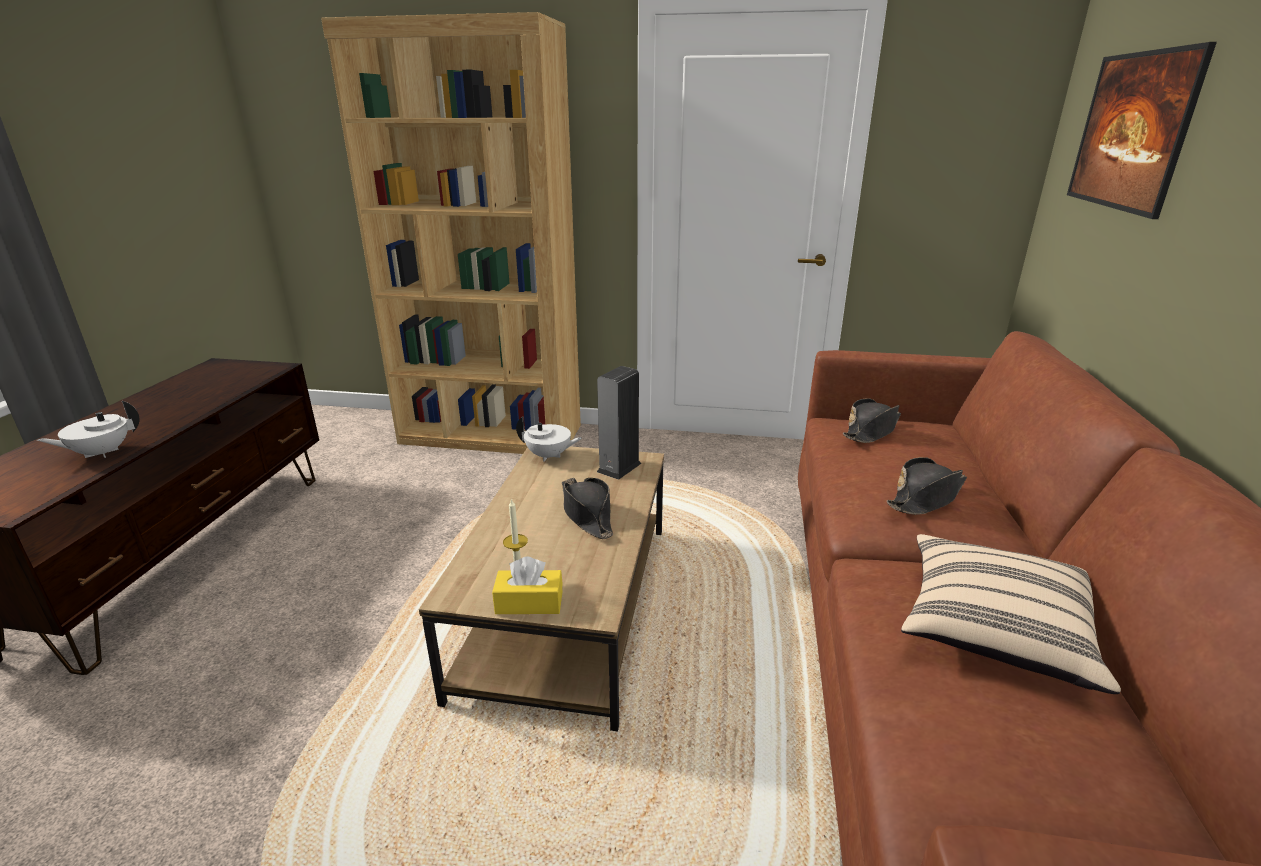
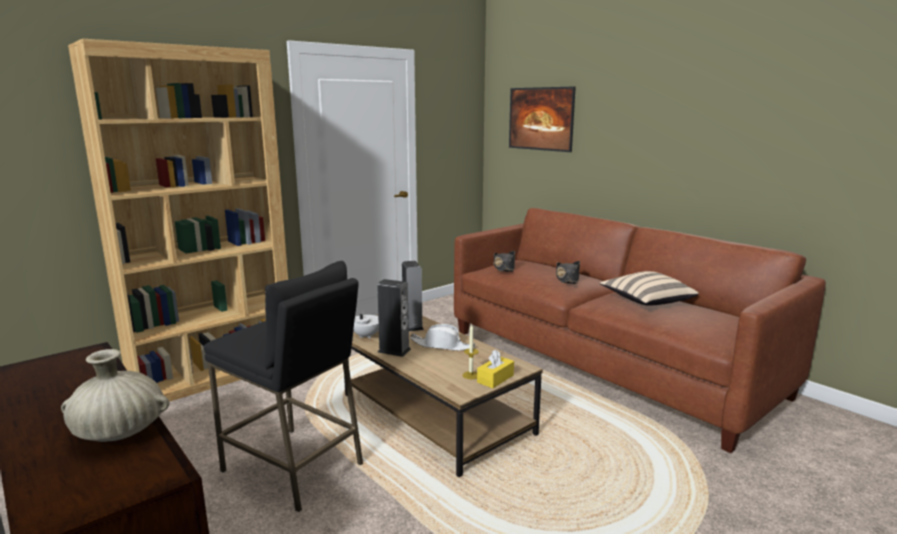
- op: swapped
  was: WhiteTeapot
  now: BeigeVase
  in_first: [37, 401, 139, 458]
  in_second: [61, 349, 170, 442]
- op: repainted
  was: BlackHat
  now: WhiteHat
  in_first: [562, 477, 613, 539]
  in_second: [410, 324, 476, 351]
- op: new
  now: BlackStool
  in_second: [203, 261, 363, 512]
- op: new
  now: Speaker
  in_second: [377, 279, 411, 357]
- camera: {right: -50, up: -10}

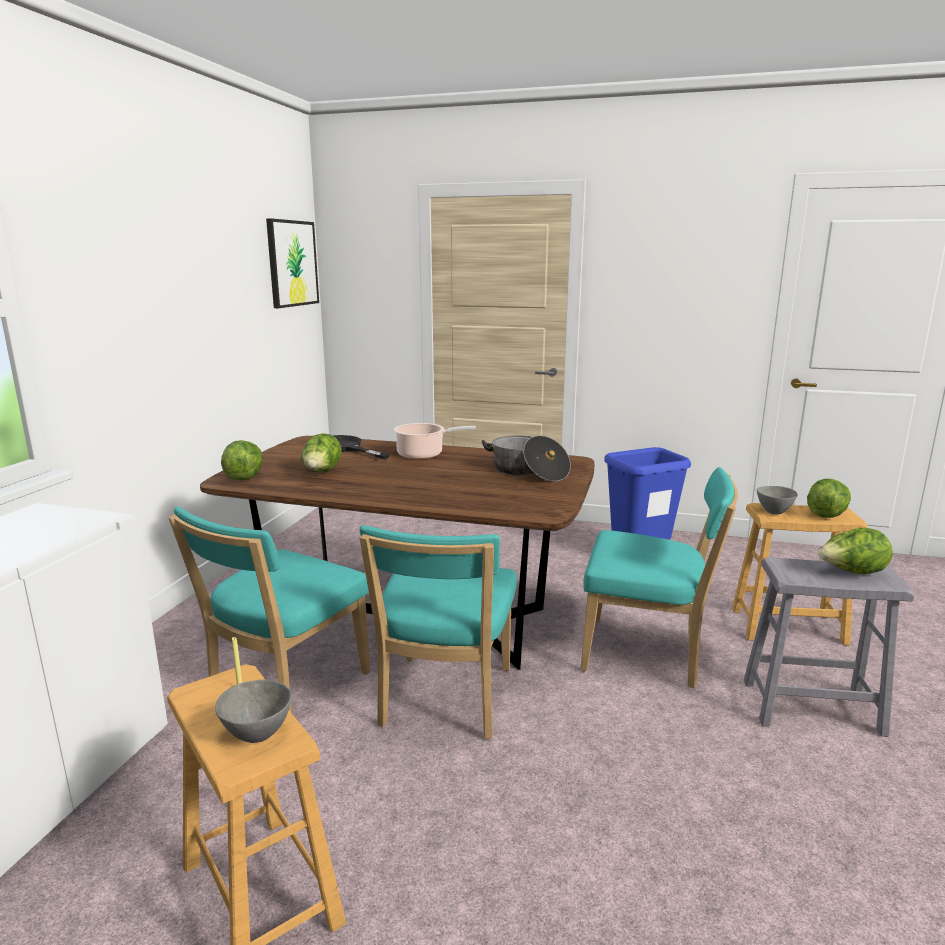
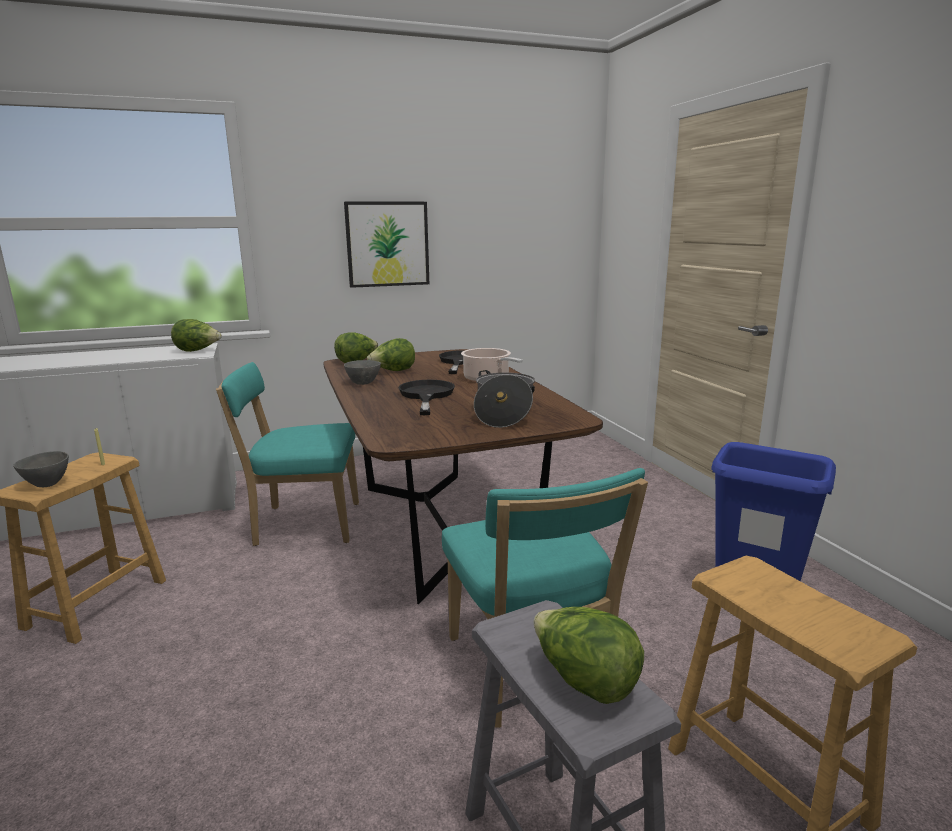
- op: shifted
  was: Picture
  in_first: [266, 218, 319, 308]
  in_second: [344, 202, 429, 288]
- op: shifted
  was: Lettuce
  in_first: [807, 479, 851, 518]
  in_second: [171, 319, 222, 352]
- op: shifted
  was: GreyBowl
  in_first: [757, 486, 798, 515]
  in_second: [344, 360, 381, 385]
- op: gone
  was: TurquoiseChair
  in_first: [359, 525, 517, 739]
- op: new
  now: BlackFryingPan
  in_second: [398, 380, 455, 415]
- camera: {right: 55, up: 0}

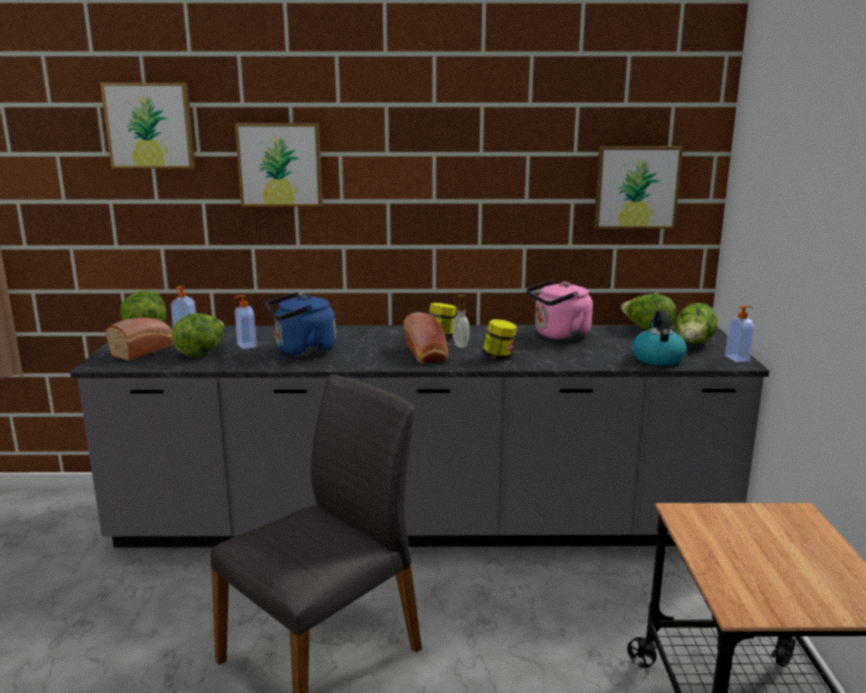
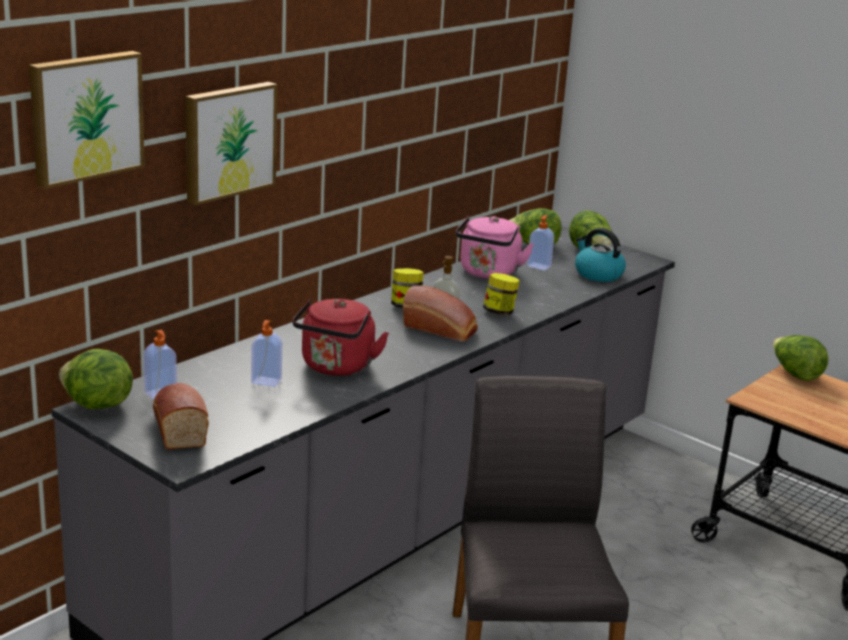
- op: gone
  was: Picture
  in_first: [594, 146, 683, 229]
- op: repainted
  was: BlueKettle
  now: RedKettle
  in_first: [266, 292, 336, 357]
  in_second: [292, 299, 389, 376]
- op: shifted
  was: SoapDispenser
  in_first: [725, 305, 754, 362]
  in_second: [527, 215, 554, 270]
- op: shifted
  was: Lettuce
  in_first: [172, 313, 224, 357]
  in_second: [773, 335, 829, 381]
- camera: {right: -50, up: 5}

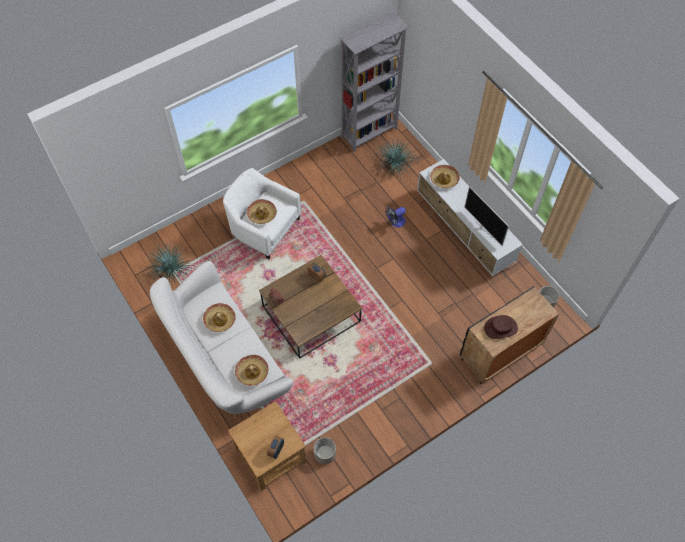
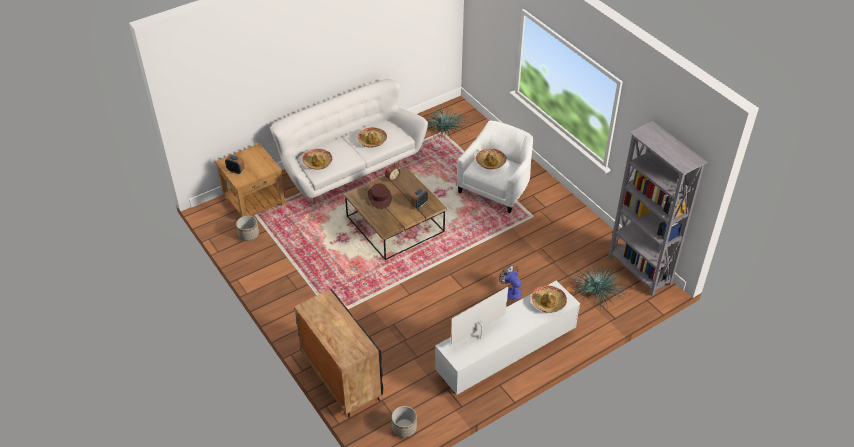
- op: shifted
  was: BrownHat
  in_first: [484, 315, 518, 339]
  in_second: [368, 183, 392, 209]
- camera: {right: 90, up: -15}

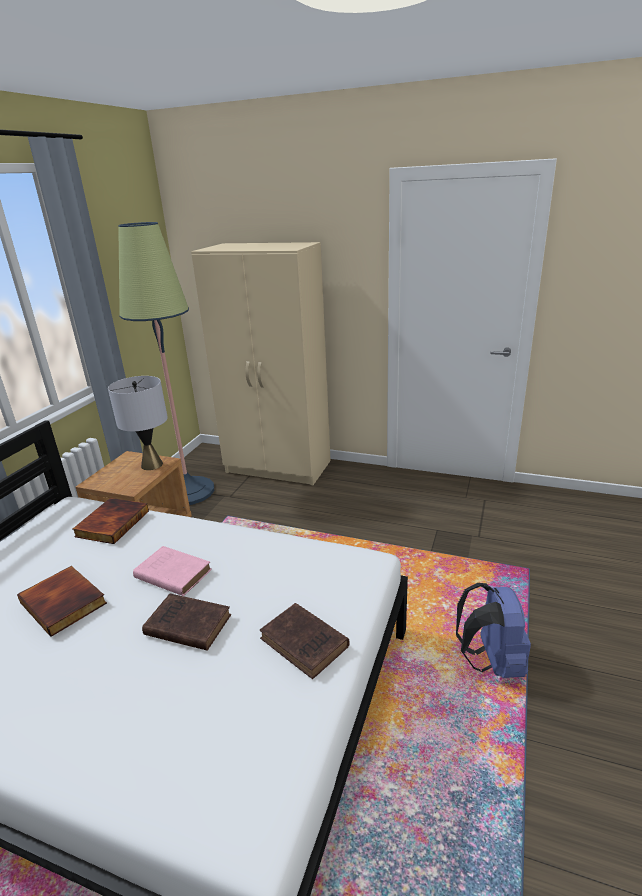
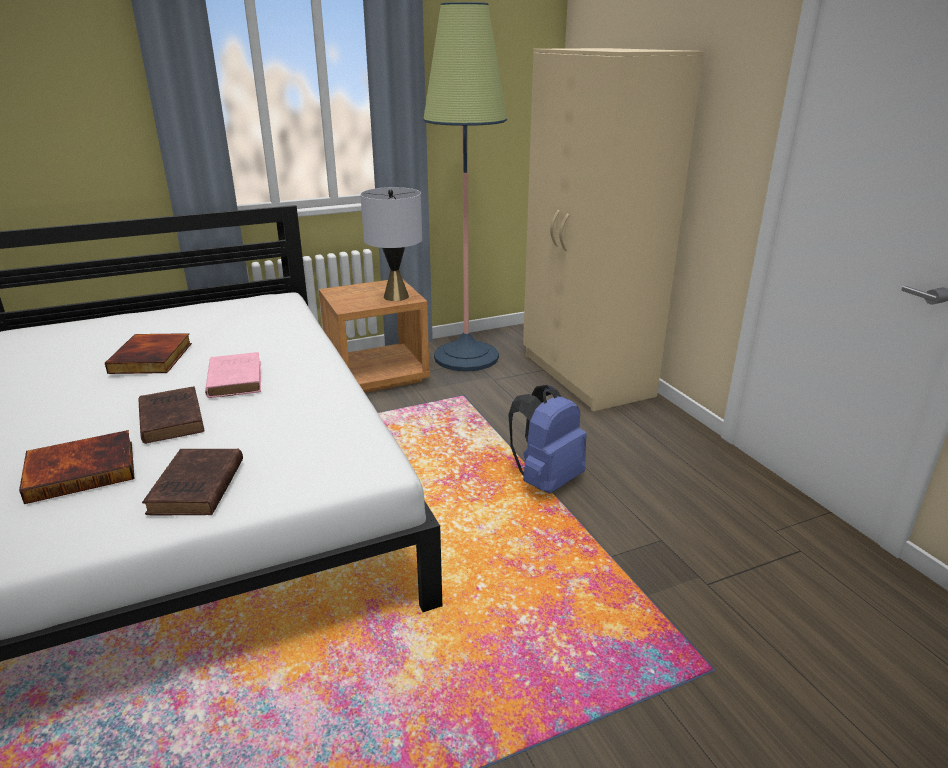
- op: shifted
  was: Book
  in_first: [72, 498, 149, 544]
  in_second: [19, 430, 134, 504]
- op: shifted
  was: BlueBackpack
  in_first: [456, 583, 531, 678]
  in_second: [508, 385, 587, 494]
- camera: {right: 45, up: 0}

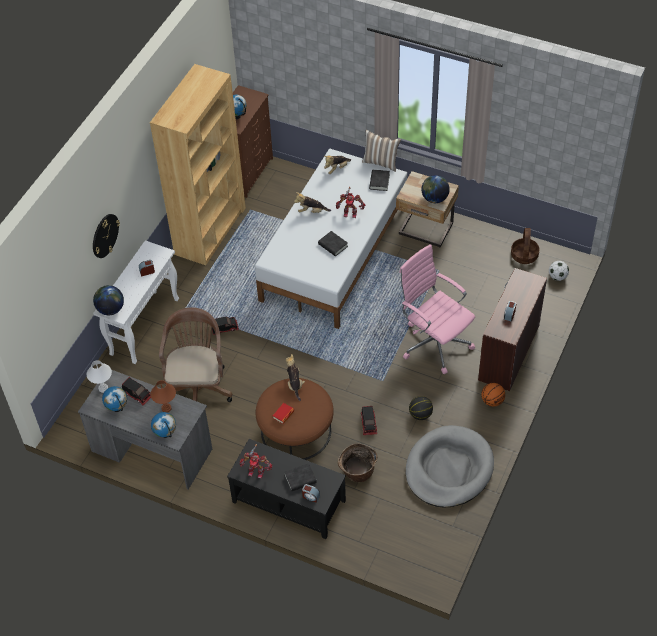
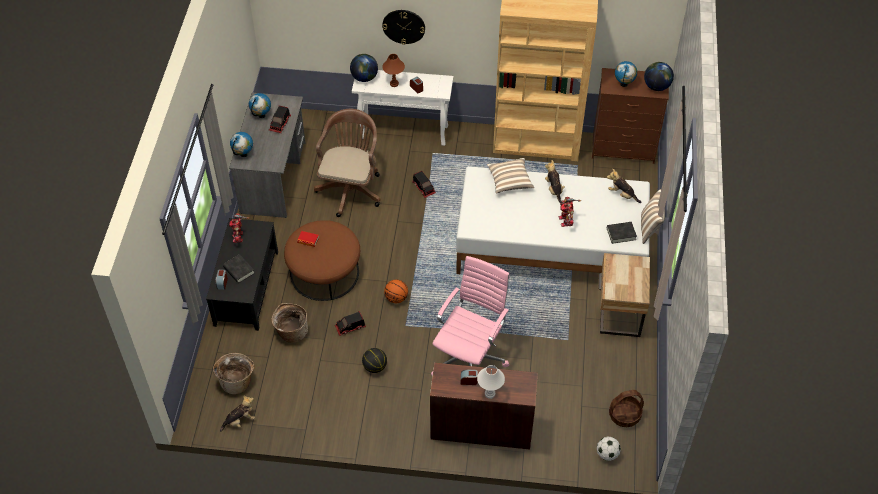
- op: shifted
  was: Globe
  in_first: [421, 175, 450, 203]
  in_second: [644, 62, 674, 91]
- op: gone
  was: BlackBook
  in_first: [318, 231, 348, 256]
- op: rotated
  was: BrownOfficeChair
  in_first: [159, 307, 233, 402]
  in_second: [314, 109, 381, 217]
  clockwise: -60
- op: shifted
  was: PlushToy
  in_first: [286, 354, 305, 401]
  in_second: [220, 395, 255, 432]
- op: shifted
  was: WhiteTableLamp
  in_first: [87, 360, 112, 393]
  in_second: [477, 365, 505, 399]
- op: shifted
  was: BrownTableLamp
  in_first: [150, 380, 176, 412]
  in_second: [382, 54, 405, 87]
- op: shifted
  was: Basketball
  in_first: [481, 383, 505, 407]
  in_second: [384, 279, 408, 303]
- op: gone
  was: GreyDogBed
  in_first: [405, 425, 494, 507]
- op: new
  now: Pillow
  in_second: [487, 158, 534, 194]
- op: new
  now: Basket
  in_second: [213, 353, 255, 394]
- camera: {right: 70, up: 0}

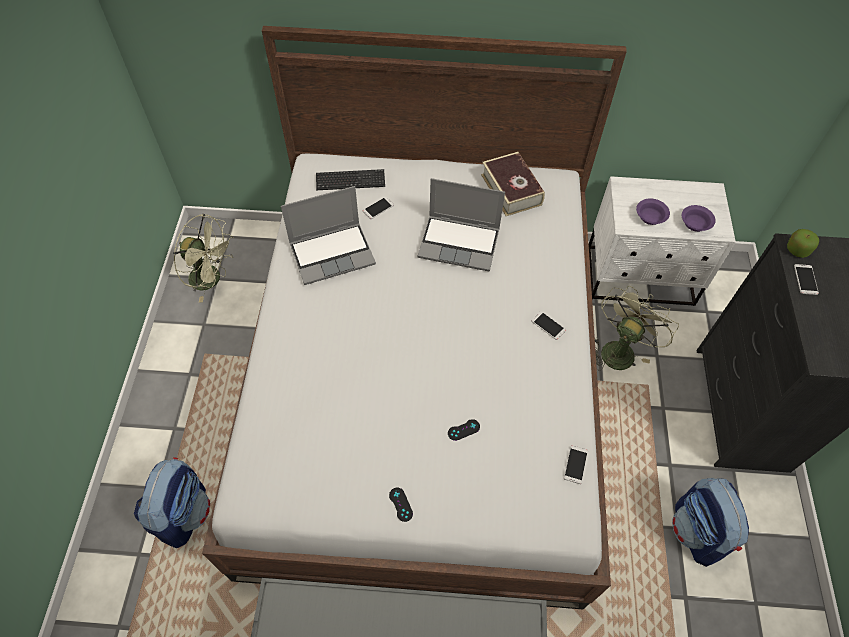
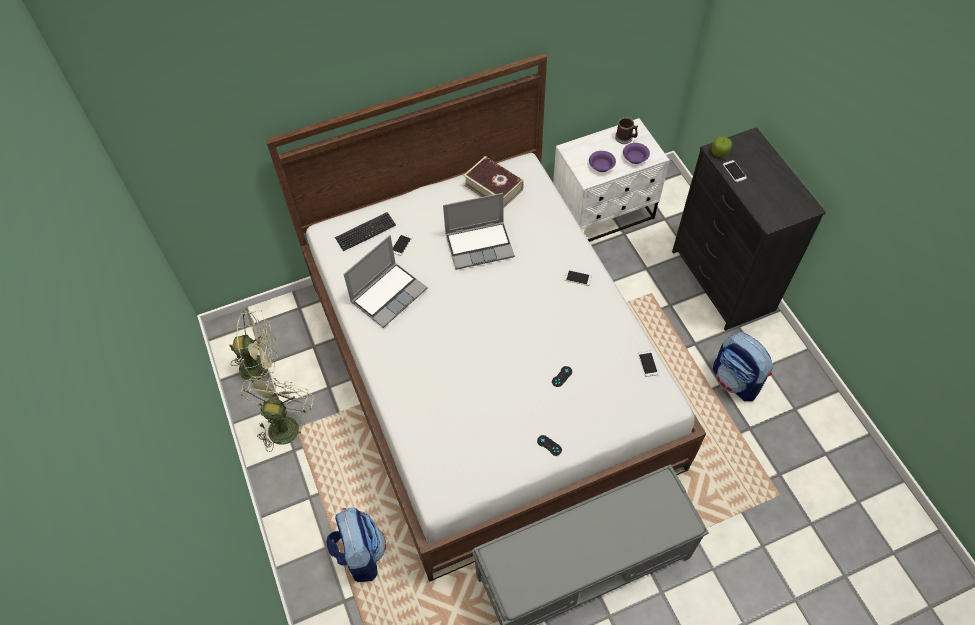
- op: shifted
  was: GreenFan
  in_first: [595, 286, 679, 370]
  in_second: [240, 376, 314, 452]
- op: new
  now: Mug
  in_second: [615, 117, 638, 144]
- camera: {right: -25, up: 0}

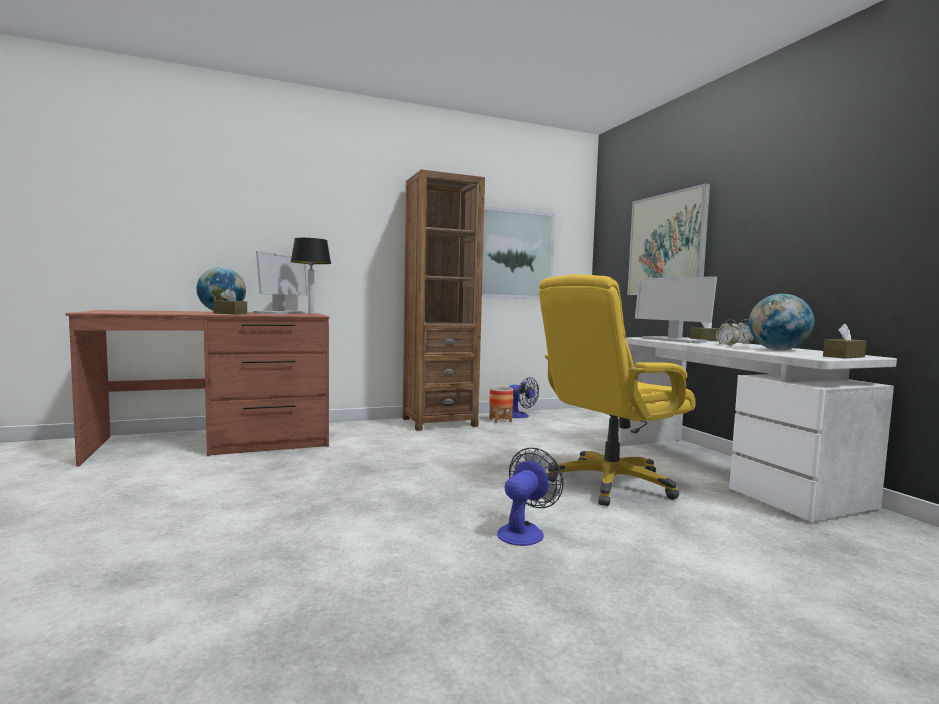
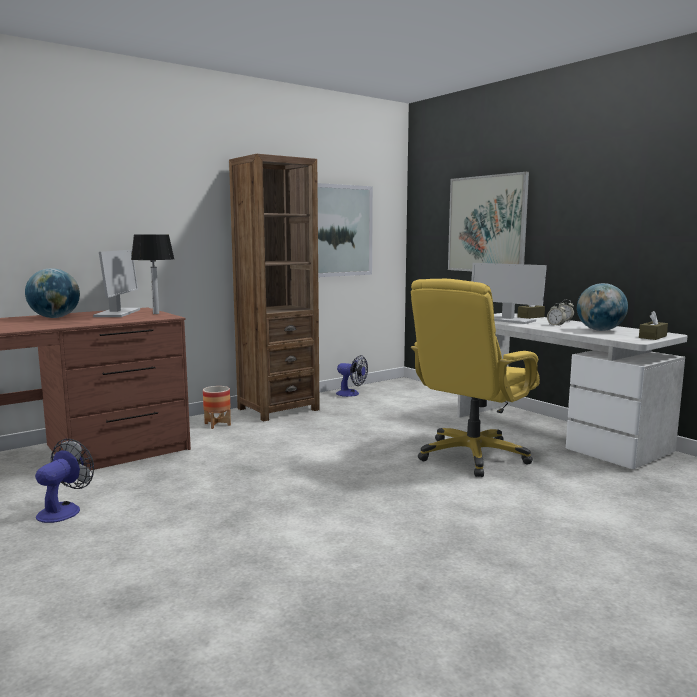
- op: gone
  was: BrownTissueBox
  in_first: [213, 288, 247, 314]
- op: shifted
  was: Planter
  in_first: [489, 387, 513, 423]
  in_second: [203, 386, 231, 429]
- op: shifted
  was: Fan
  in_first: [497, 448, 563, 546]
  in_second: [35, 439, 94, 523]
- camera: {right: -15, up: 5}

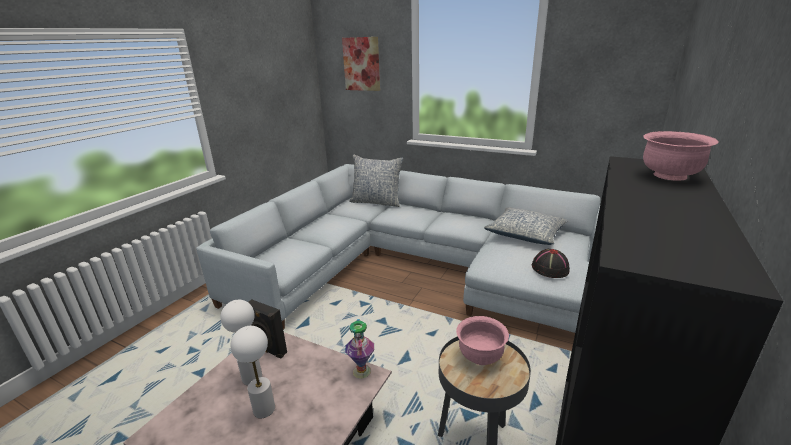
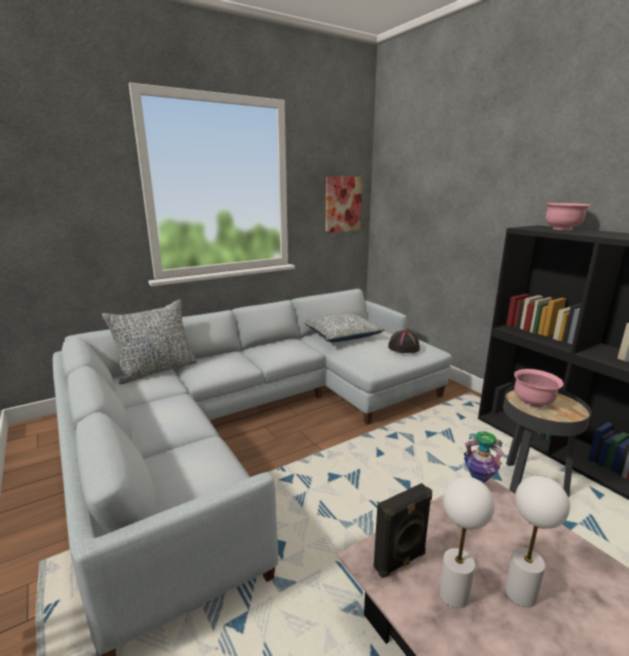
- op: shifted
  was: Picture
  in_first: [342, 37, 380, 91]
  in_second: [326, 176, 362, 233]
- camera: {right: -60, up: -5}

